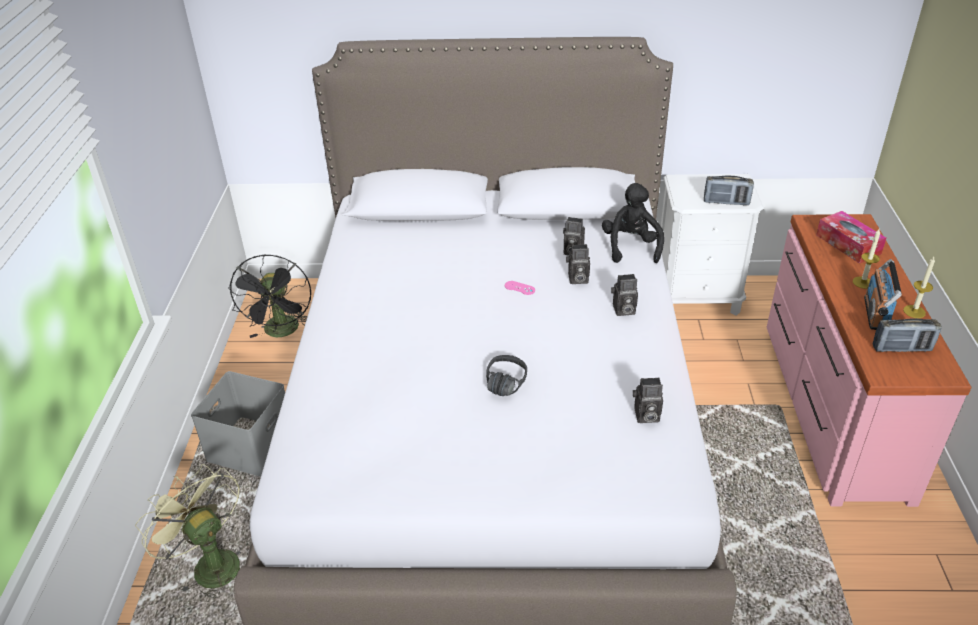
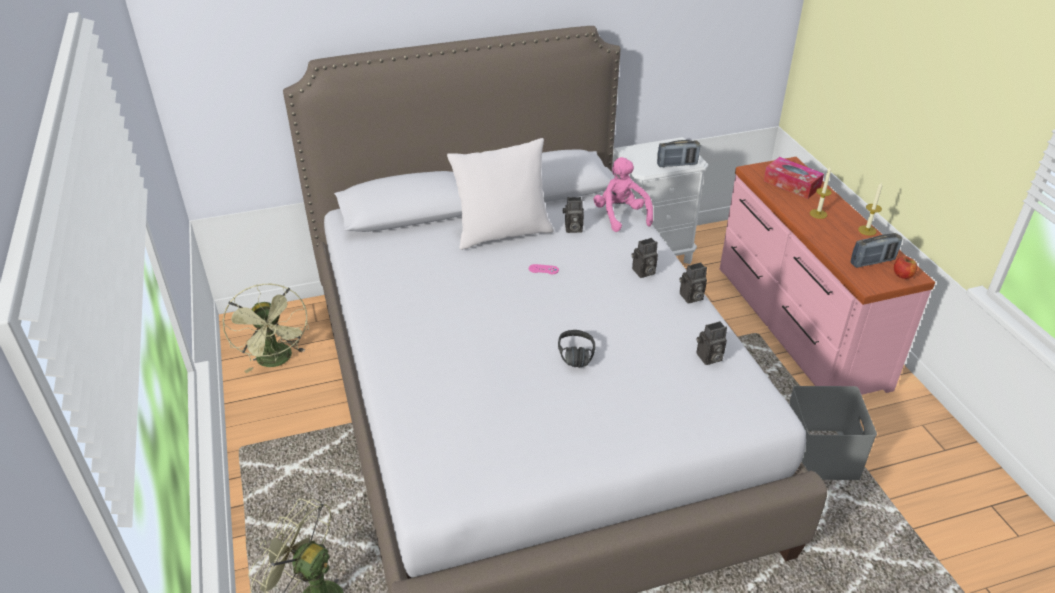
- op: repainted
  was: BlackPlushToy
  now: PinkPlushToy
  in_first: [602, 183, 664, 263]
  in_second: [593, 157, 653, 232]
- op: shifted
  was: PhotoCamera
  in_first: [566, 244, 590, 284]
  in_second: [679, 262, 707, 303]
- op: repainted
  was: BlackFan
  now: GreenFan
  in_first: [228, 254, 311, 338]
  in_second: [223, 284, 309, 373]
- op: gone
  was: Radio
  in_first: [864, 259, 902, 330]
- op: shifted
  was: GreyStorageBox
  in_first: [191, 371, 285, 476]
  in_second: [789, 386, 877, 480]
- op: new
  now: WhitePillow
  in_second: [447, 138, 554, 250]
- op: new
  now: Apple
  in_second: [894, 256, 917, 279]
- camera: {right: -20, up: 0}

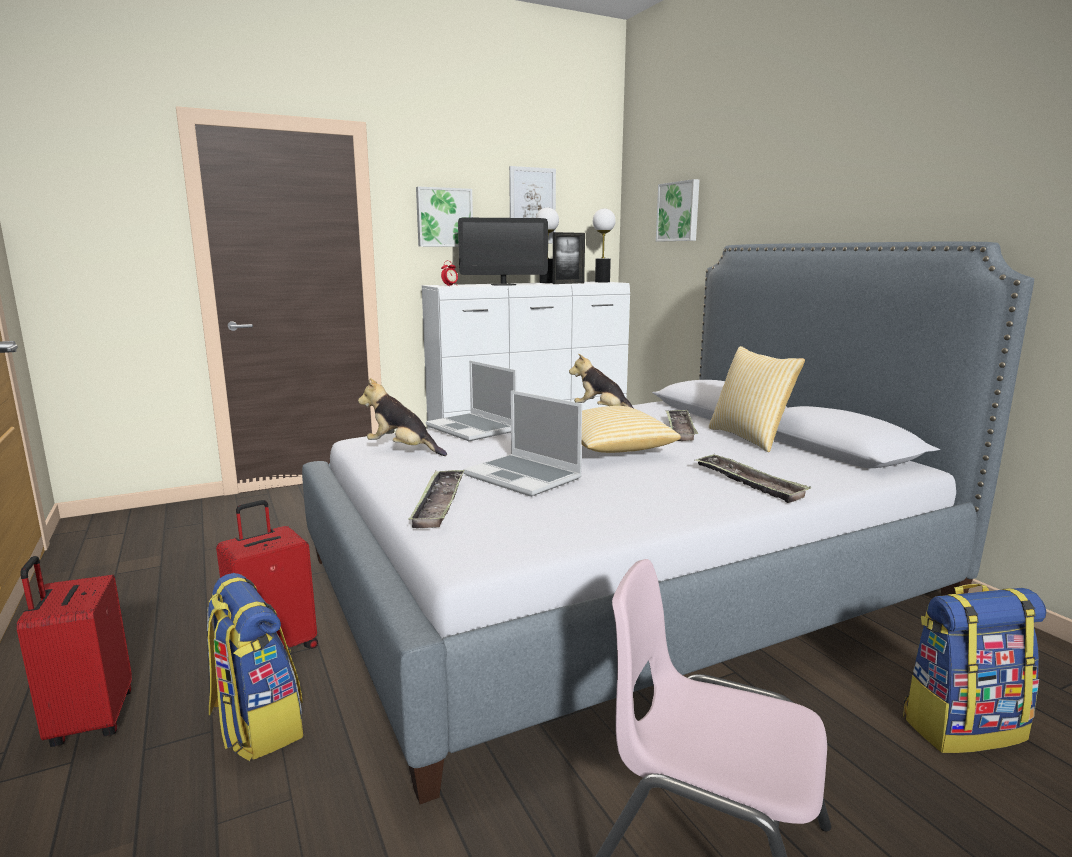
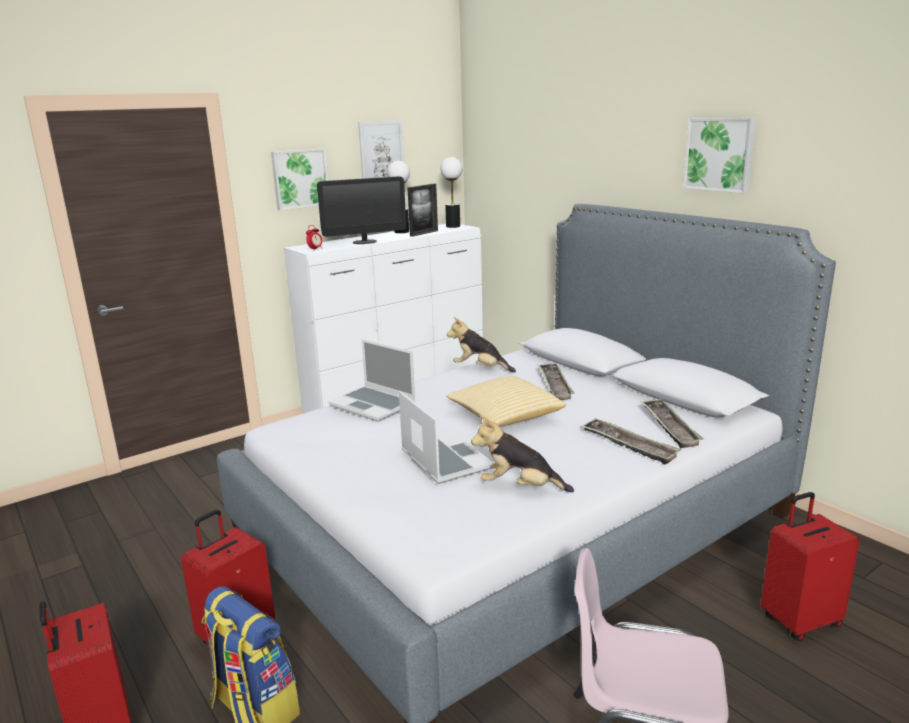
- op: shifted
  was: Picture
  in_first: [656, 179, 700, 241]
  in_second: [683, 117, 756, 193]
- op: gone
  was: Pillow
  in_first: [709, 346, 805, 452]
- op: shifted
  was: PlushToy
  in_first: [358, 378, 447, 456]
  in_second: [471, 415, 574, 492]
- op: rotated
  was: Laptop
  in_first: [463, 390, 582, 497]
  in_second: [399, 391, 493, 484]
  clockwise: -150
- op: shifted
  was: Tray
  in_first: [408, 469, 465, 528]
  in_second: [640, 399, 704, 448]
- op: swapped
  was: Backpack
  now: RedSuitcase
  in_first: [903, 584, 1046, 753]
  in_second: [761, 492, 860, 641]
- camera: {right: -10, up: 5}

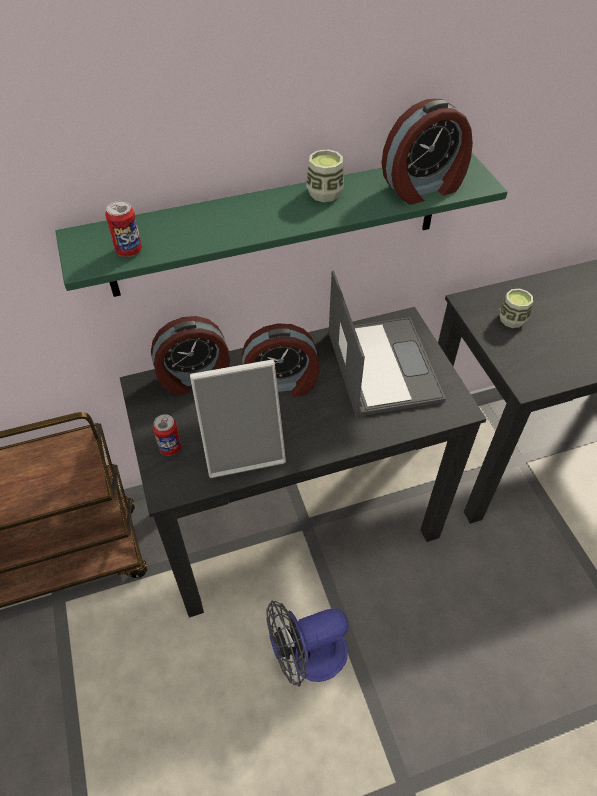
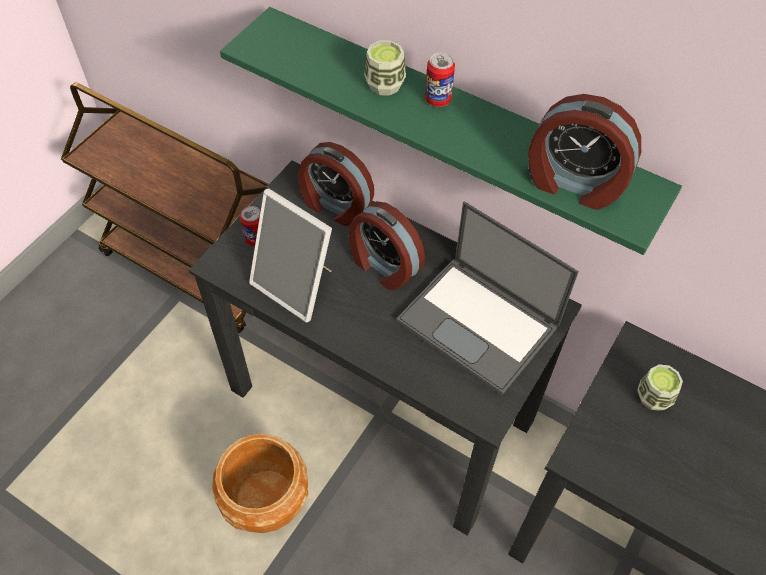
- op: shifted
  was: Cup
  in_first: [306, 149, 344, 202]
  in_second: [364, 40, 406, 96]
- op: shifted
  was: Can
  in_first: [105, 201, 142, 257]
  in_second: [425, 53, 455, 107]
- op: rotated
  was: Laptop
  in_first: [329, 270, 446, 417]
  in_second: [396, 201, 579, 395]
  clockwise: 90
- op: swapped
  was: Fan
  now: BrownPlanter
  in_first: [266, 601, 349, 687]
  in_second: [212, 434, 308, 533]
- camera: {right: 50, up: 5}

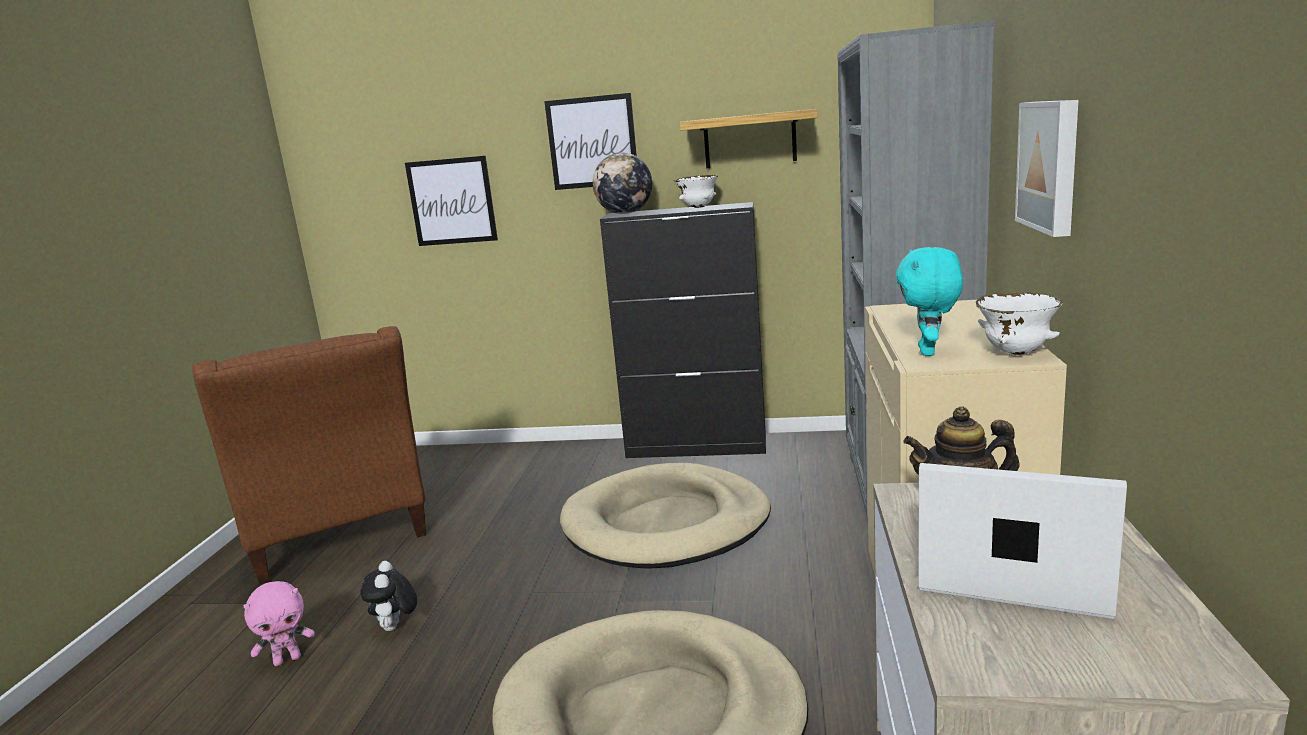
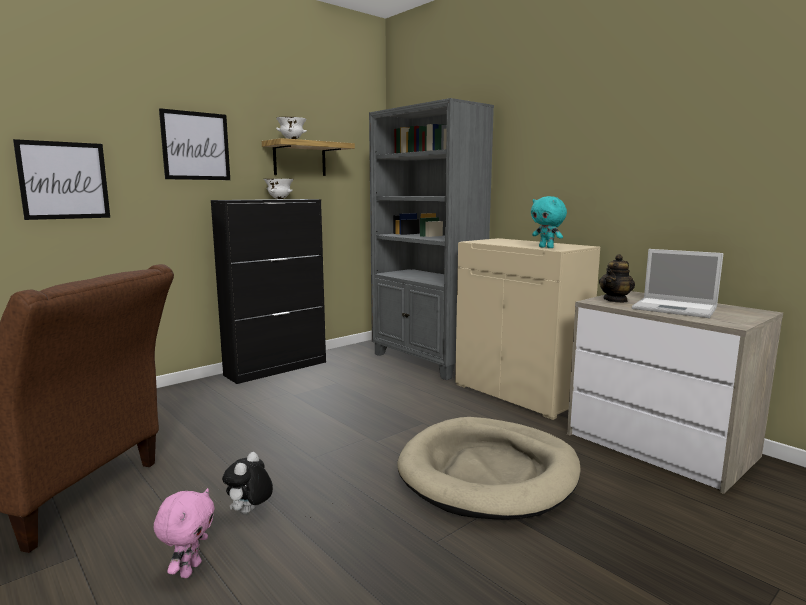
- op: gone
  was: Picture
  in_first: [1015, 100, 1078, 237]
- op: gone
  was: Globe
  in_first: [593, 152, 652, 214]
- op: shifted
  was: WhiteBowl
  in_first: [976, 292, 1063, 355]
  in_second: [276, 116, 307, 139]
- op: gone
  was: BeigeDogBed
  in_first: [560, 463, 771, 569]
- op: rotated
  was: Laptop
  in_first: [918, 463, 1127, 619]
  in_second: [632, 249, 723, 318]
  clockwise: -120
- op: rotated
  was: PlushToy
  in_first: [360, 561, 417, 631]
  in_second: [222, 452, 273, 514]
  clockwise: 75
- camera: {right: -50, up: -5}

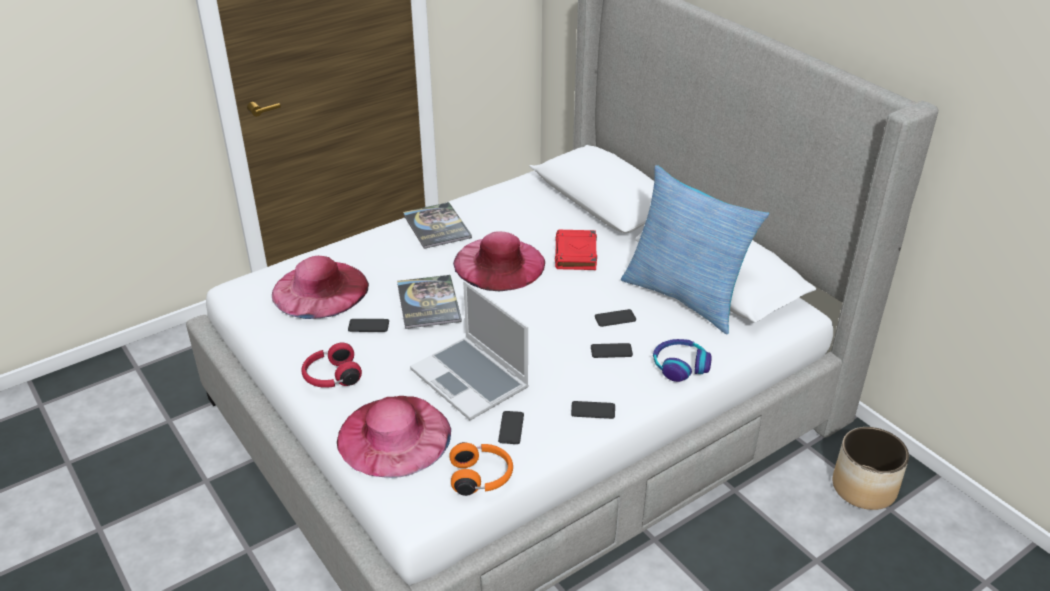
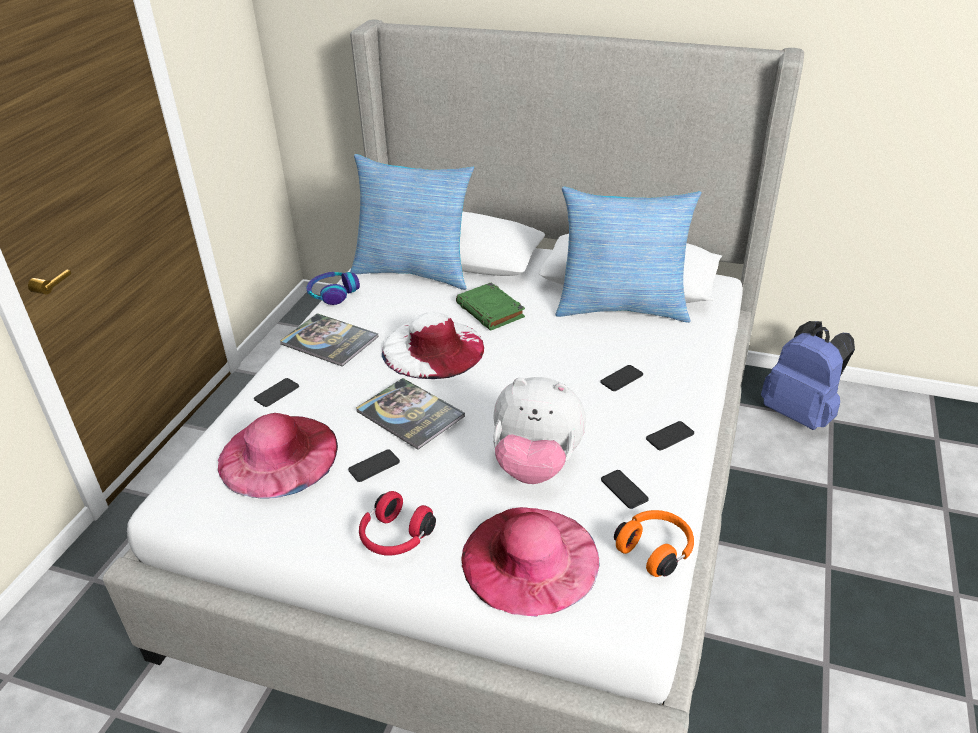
- op: repainted
  was: RedBook
  now: GreenBook
  in_first: [555, 230, 597, 270]
  in_second: [456, 282, 525, 330]
- op: repainted
  was: PinkHat
  now: WhiteHat
  in_first: [453, 231, 545, 291]
  in_second: [382, 312, 484, 379]
- op: swapped
  was: Laptop
  now: PlushToy
  in_first: [410, 281, 529, 420]
  in_second: [493, 377, 586, 484]
- op: shifted
  was: Phone
  in_first: [595, 309, 636, 327]
  in_second: [254, 378, 299, 407]
- op: shifted
  was: Headphones
  in_first: [653, 339, 711, 382]
  in_second: [306, 272, 360, 305]
- op: swapped
  was: Planter
  now: BlueBackpack
  in_first: [832, 427, 909, 510]
  in_second: [761, 321, 855, 430]
- op: new
  now: Pillow
  in_second: [350, 154, 474, 290]
- camera: {right: -35, up: 0}

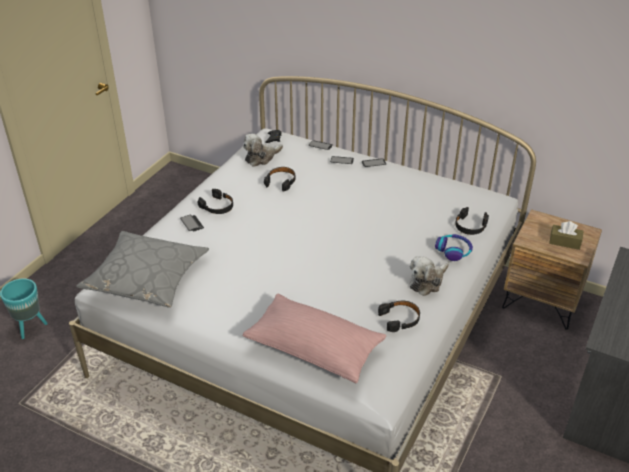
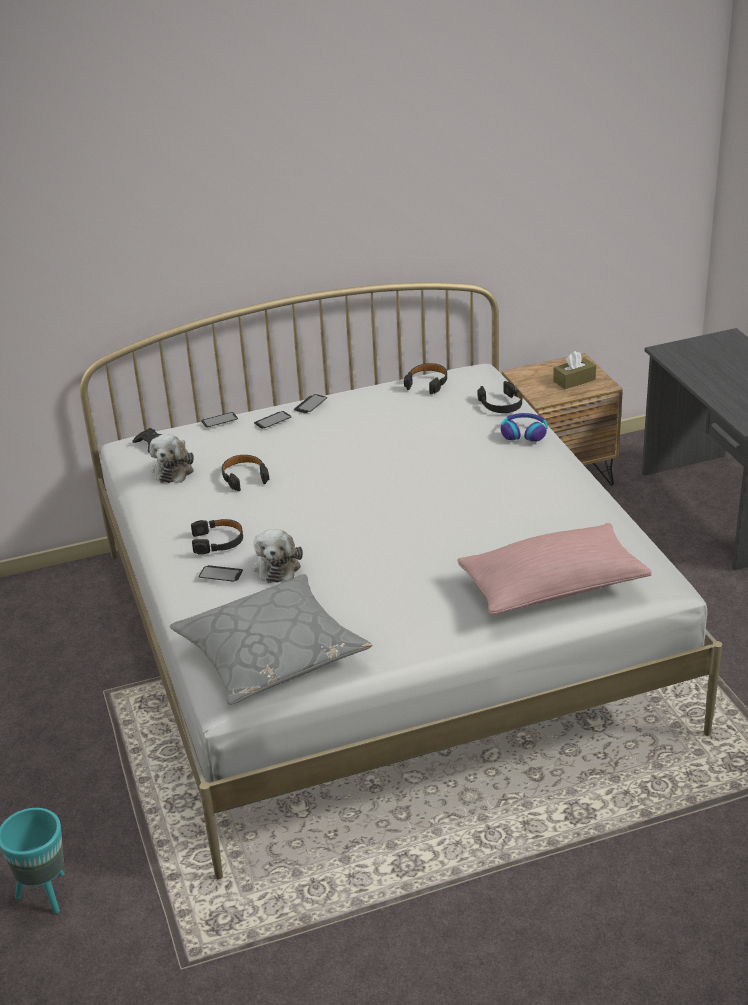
- op: shifted
  was: PlushToy
  in_first: [410, 256, 449, 296]
  in_second: [252, 529, 303, 583]
- op: shifted
  was: BlackHeadphones
  in_first: [378, 301, 420, 332]
  in_second: [404, 363, 447, 394]
- camera: {right: -45, up: -5}

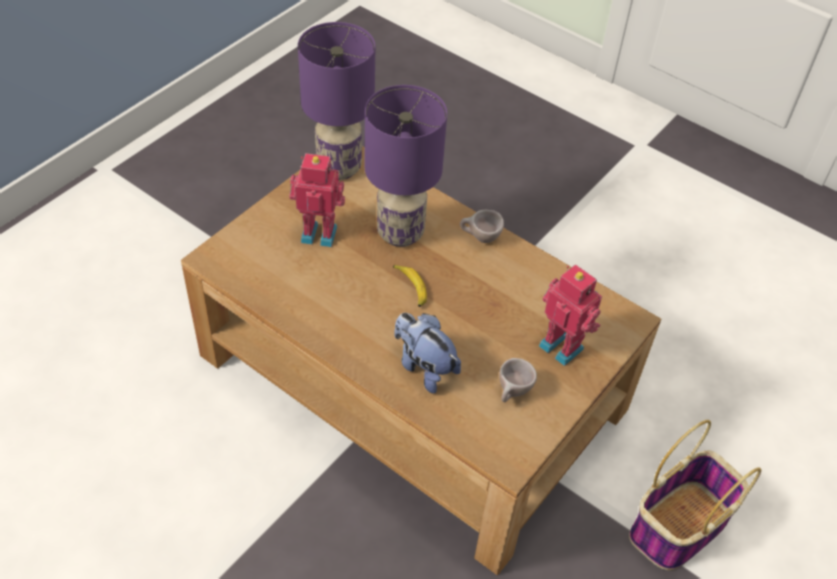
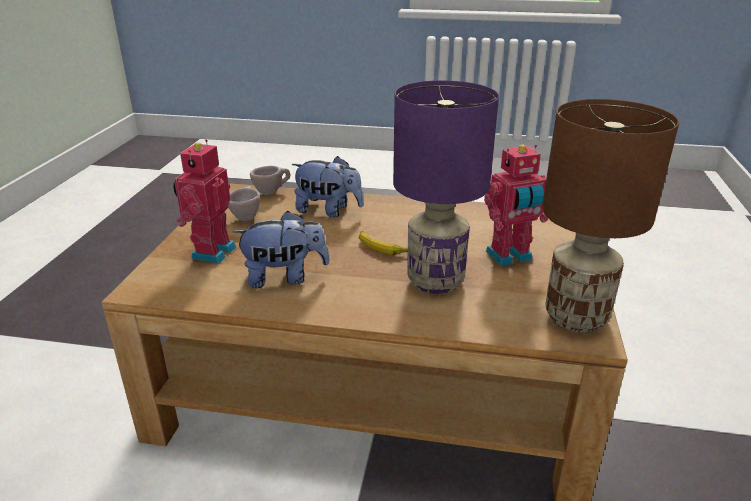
- op: repainted
  was: PurpleTableLamp
  now: BrownTableLamp
  in_first: [298, 22, 375, 180]
  in_second: [542, 99, 679, 333]
- op: shifted
  was: BeigeCup
  in_first: [460, 210, 504, 243]
  in_second: [250, 166, 290, 195]
- op: rotated
  was: ToyRobot
  in_first: [539, 264, 602, 366]
  in_second: [173, 139, 236, 264]
  clockwise: 90
- op: gone
  was: Basket
  in_first: [629, 420, 761, 570]
- op: new
  now: PlushToy
  in_second: [233, 211, 329, 288]
- camera: {right: 155, up: -20}

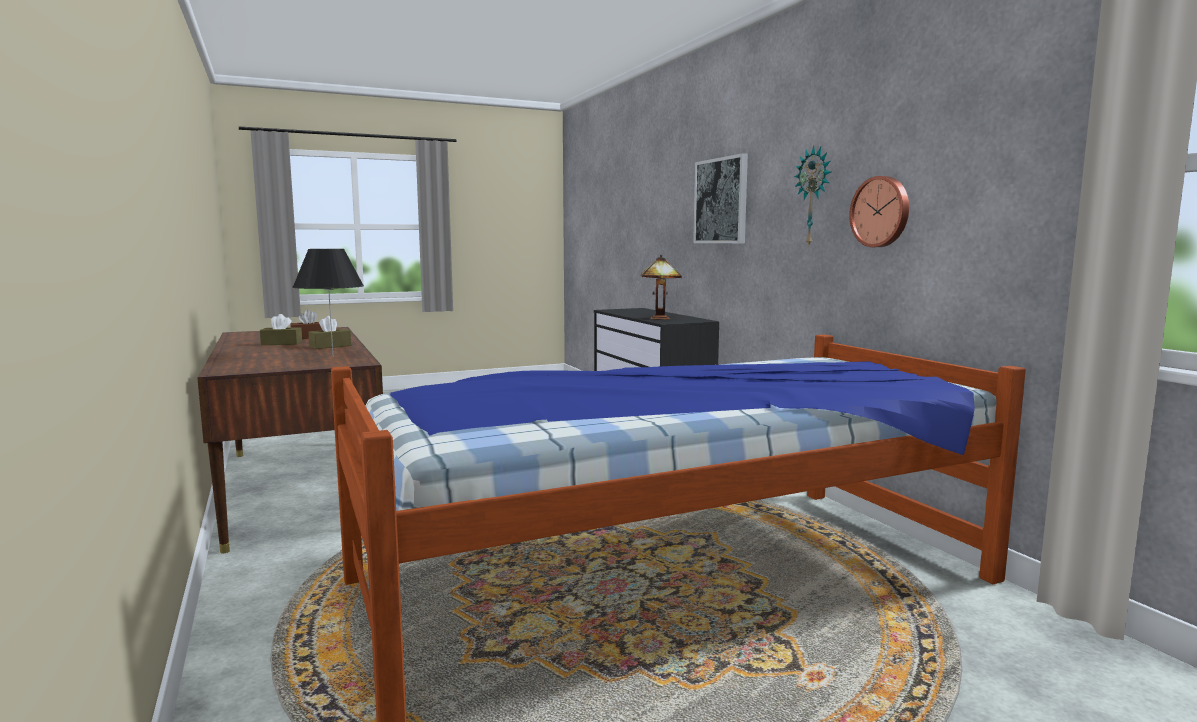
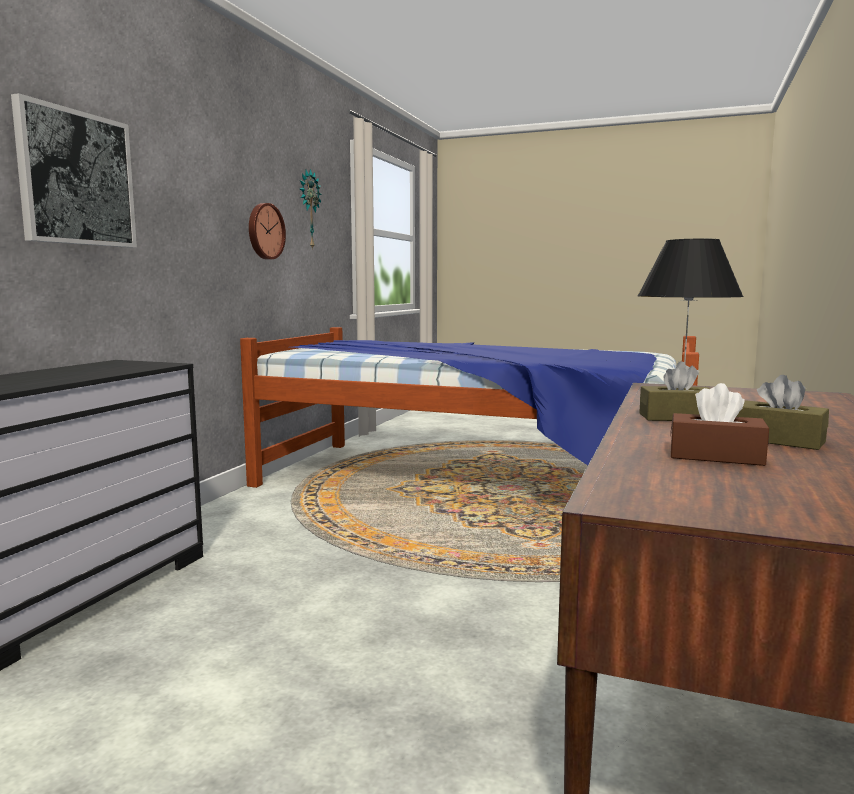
- op: shifted
  was: WallClock
  in_first: [794, 146, 831, 247]
  in_second: [300, 169, 322, 250]
- op: gone
  was: TableLamp
  in_first: [641, 255, 682, 320]
- camera: {right: -135, up: 0}

